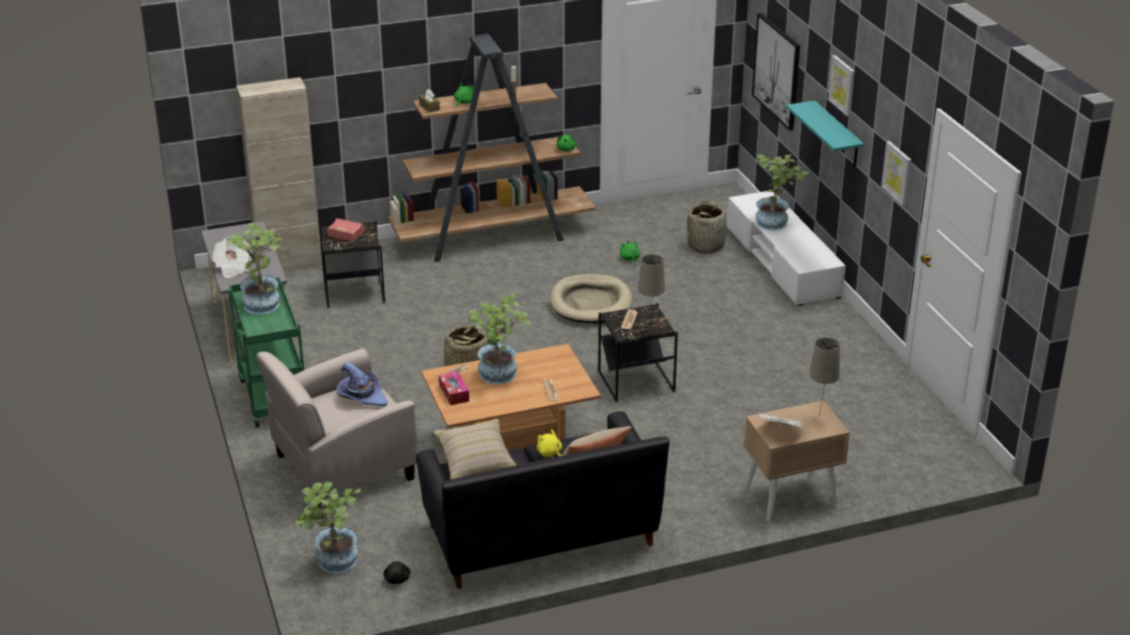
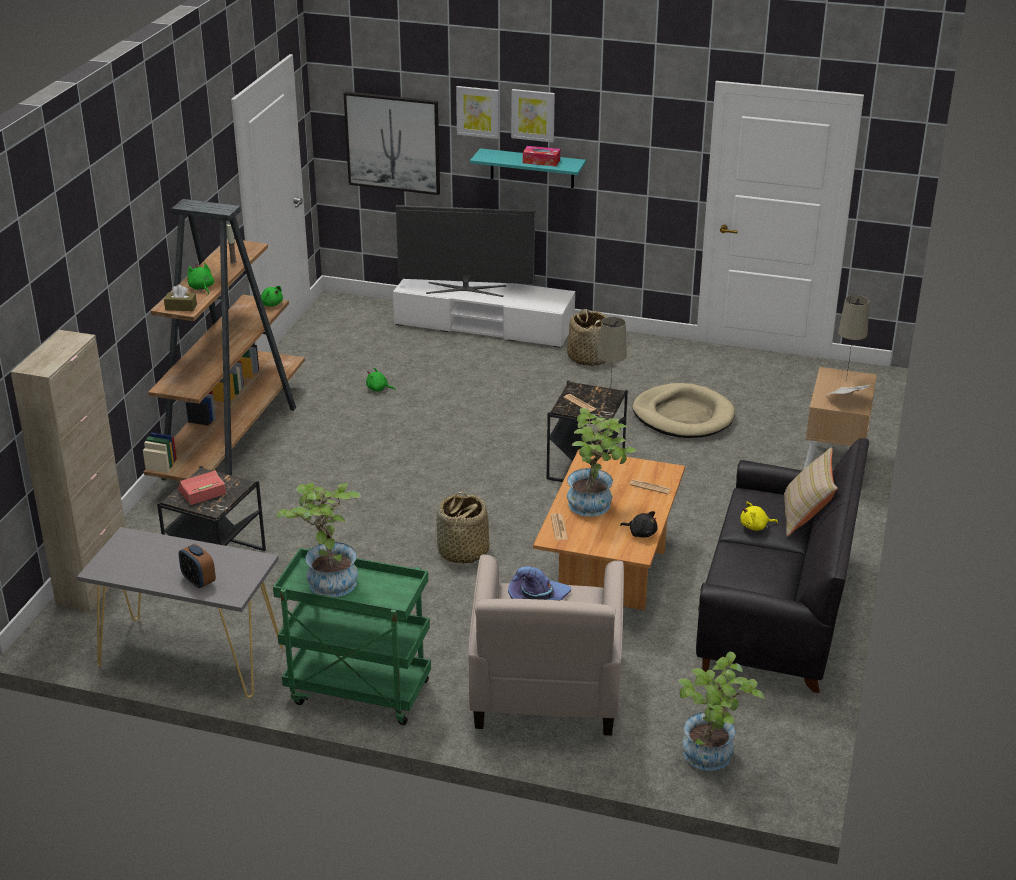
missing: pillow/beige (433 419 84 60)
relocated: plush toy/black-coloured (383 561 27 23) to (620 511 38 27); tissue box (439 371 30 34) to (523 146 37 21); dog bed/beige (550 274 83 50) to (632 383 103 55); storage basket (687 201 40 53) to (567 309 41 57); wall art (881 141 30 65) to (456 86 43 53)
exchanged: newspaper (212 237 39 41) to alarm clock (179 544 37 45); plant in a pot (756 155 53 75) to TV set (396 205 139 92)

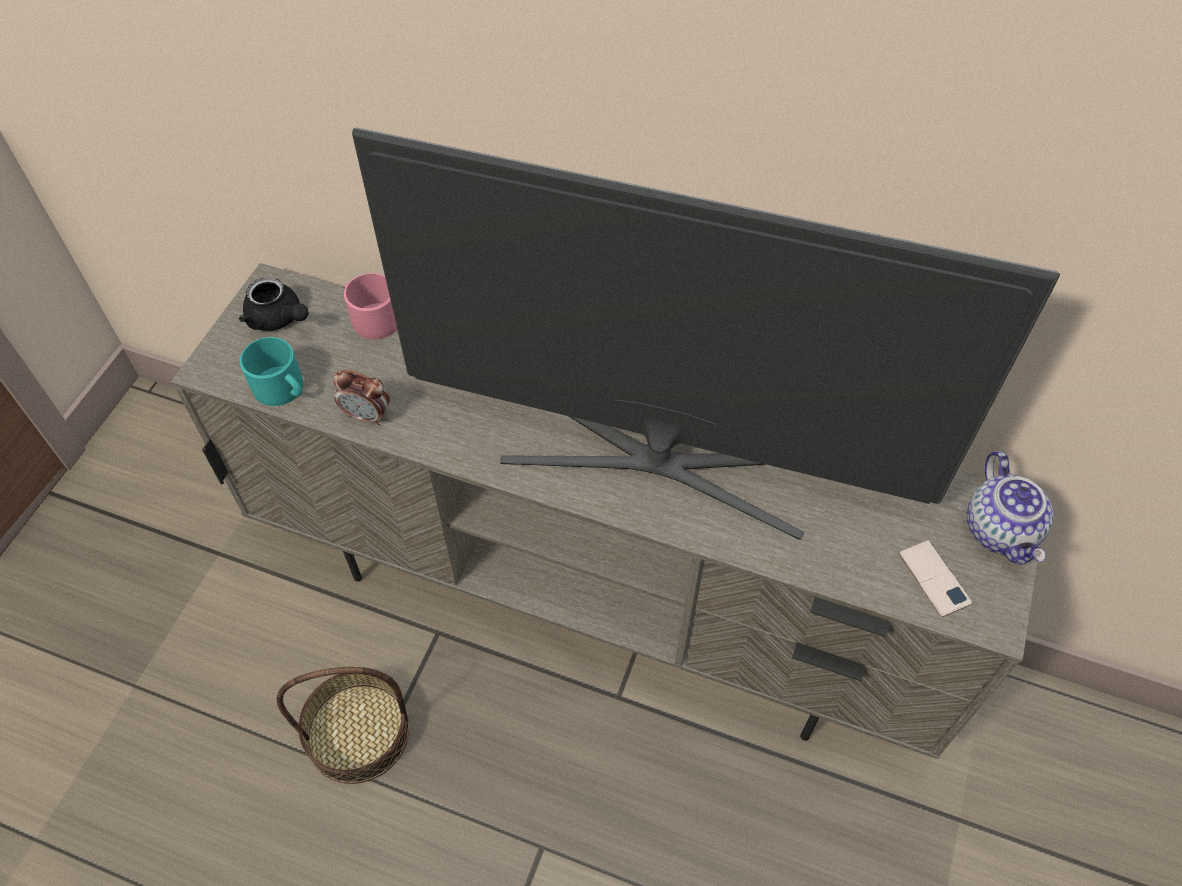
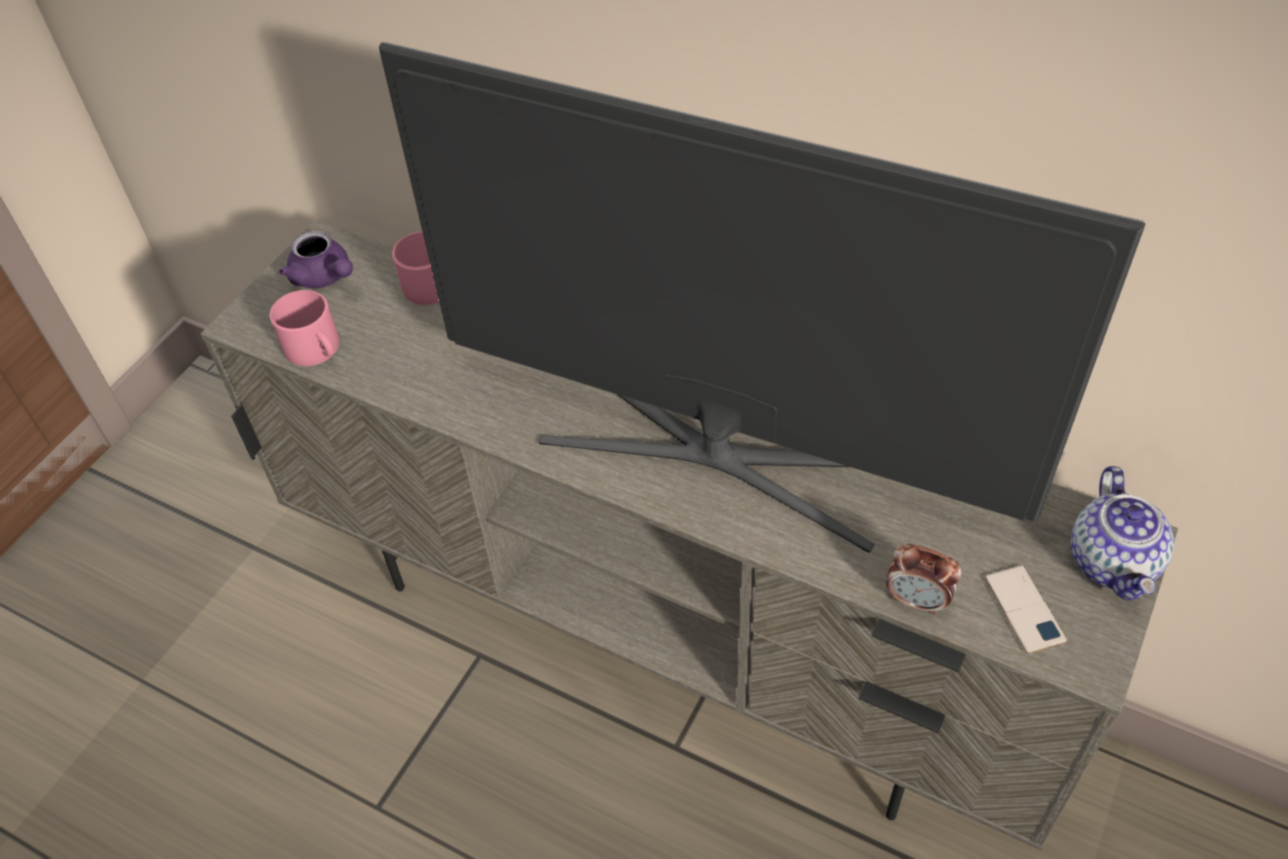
missing: storage basket (277 667 132 117)
relocated: alarm clock (333 370 57 55) to (886 544 76 71)
colour: pot for tea/black-coloured (239 277 70 54) to pot for tea/purple-coloured (279 231 74 57); coffee mug/turquoise (240 337 63 69) to coffee mug/pink-coloured (270 290 69 76)

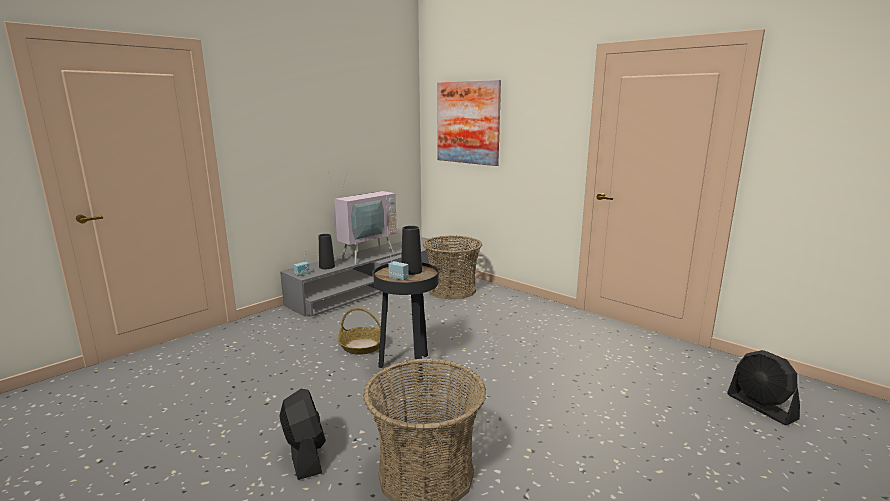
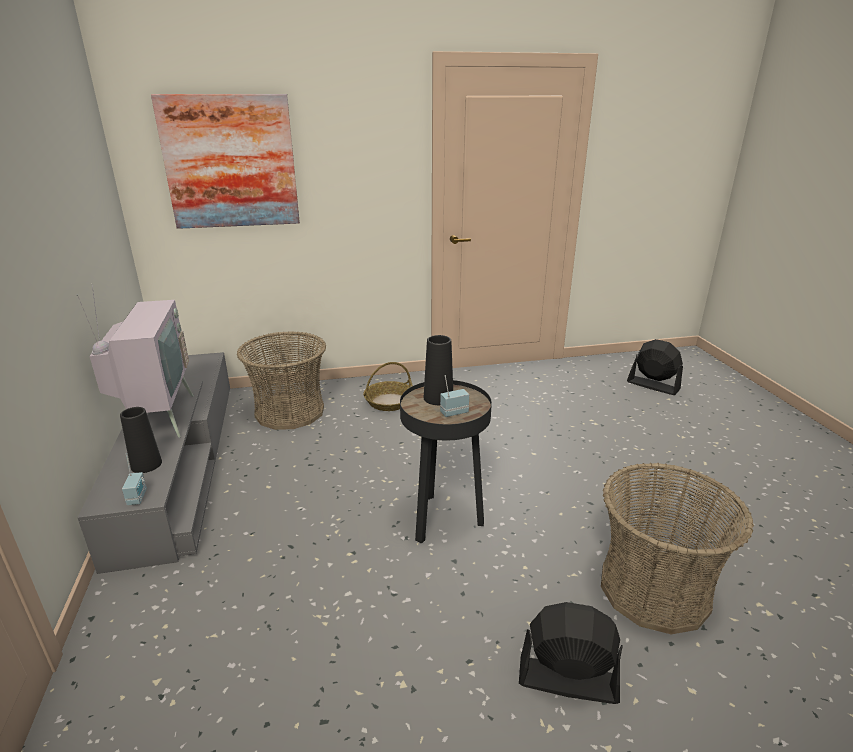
relocated: storage basket (338 308 48 47) to (363 362 50 49)
spun: fan/black-coloured (727 350 73 75) = (627 339 56 56) 150 degrees counterclockwise

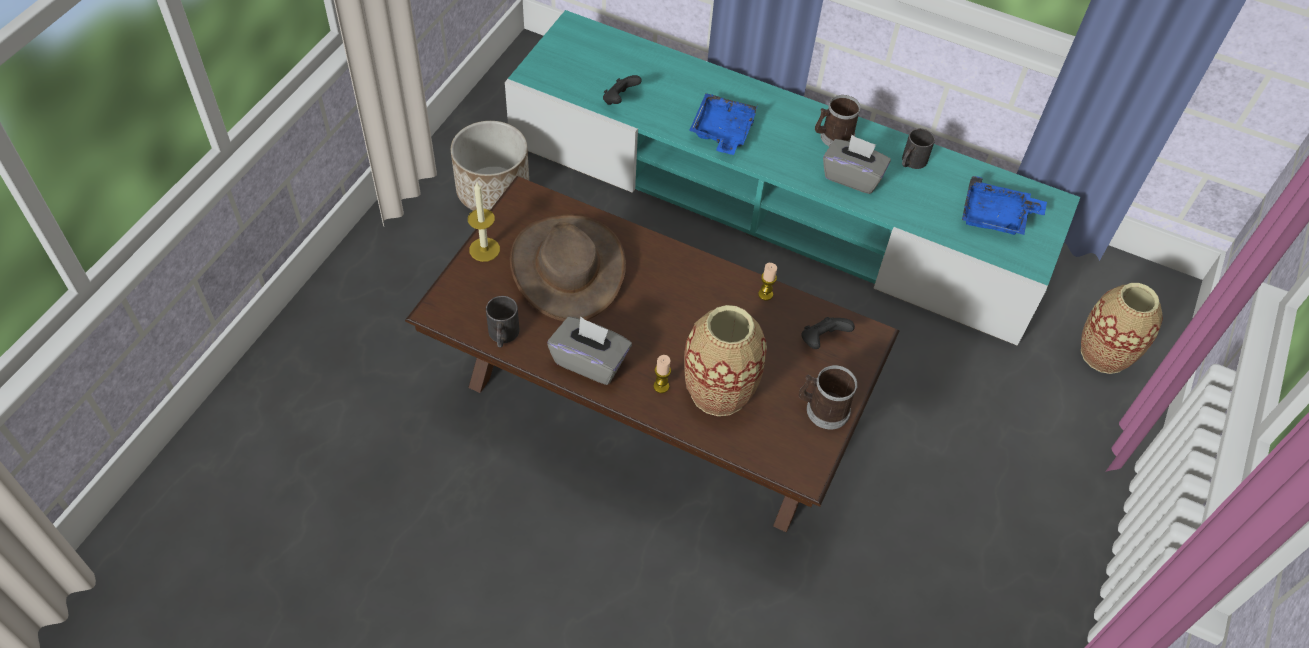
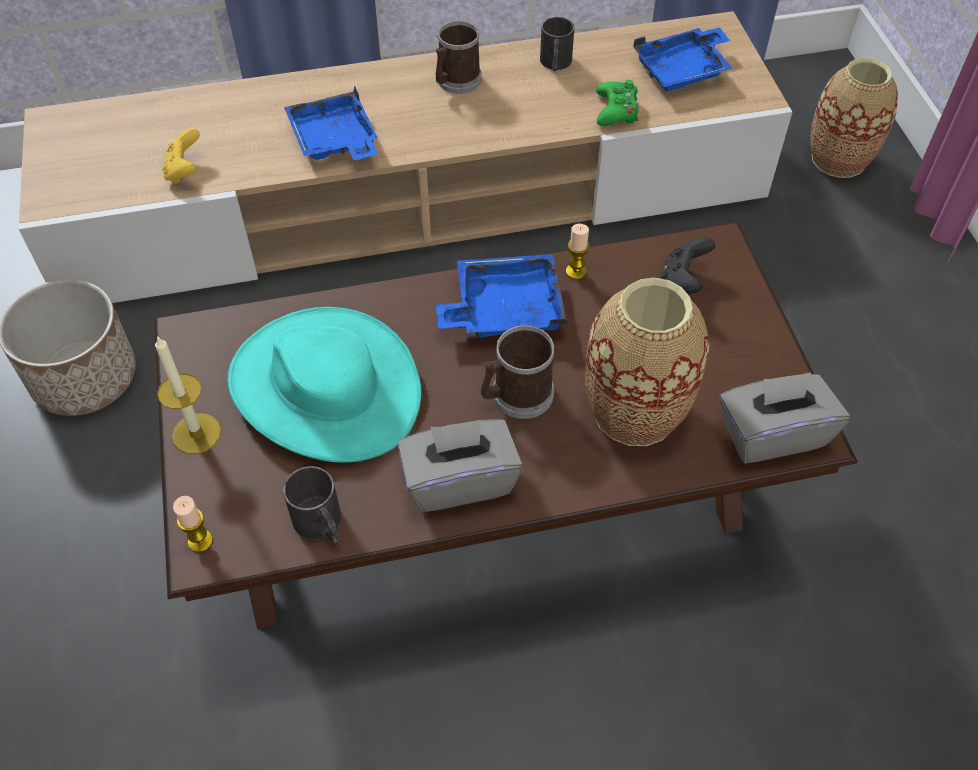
appeared: tray/bluish (436 254 131 84); game controller/green (596 80 43 46)
relocated: candle (653 355 18 38) to (173 496 40 57); coffee mug (799 365 59 64) to (481 325 73 94); tissue box/greyish (823 135 68 59) to (719 372 131 91)
colour: tv stand/turquoise (505 10 575 336) to tv stand/beige (19 11 773 292); wearable hat/brown (510 215 116 106) to wearable hat/turquoise (227 307 194 156); game controller/black-coloured (603 75 39 30) to game controller/yellow-coloured (162 128 38 56)

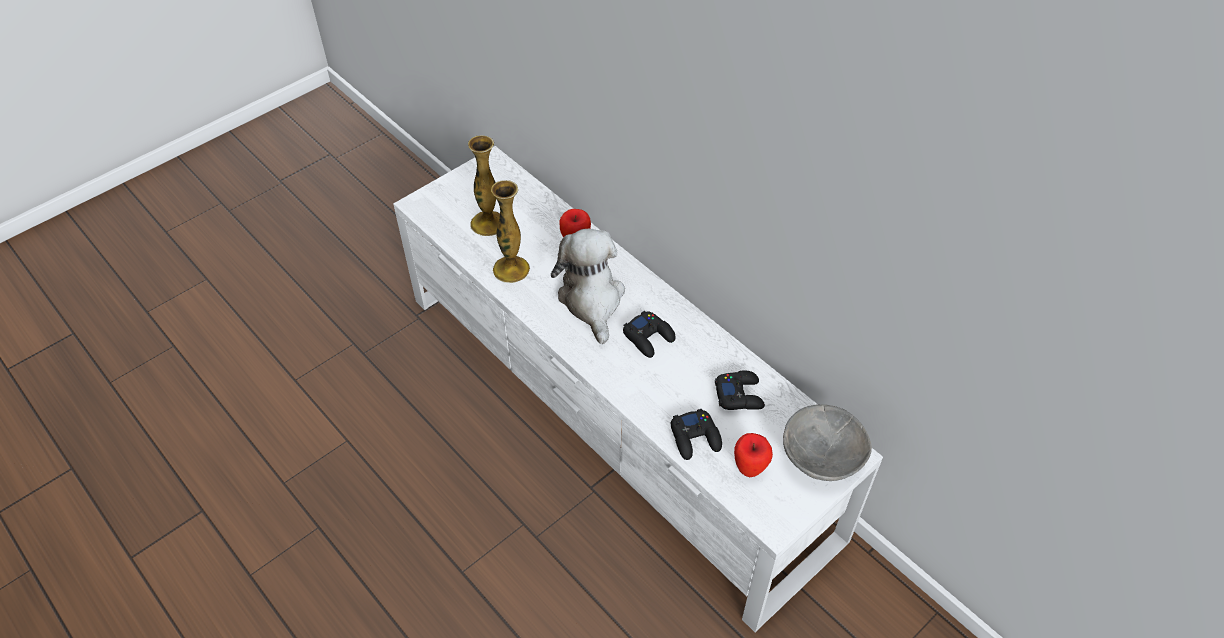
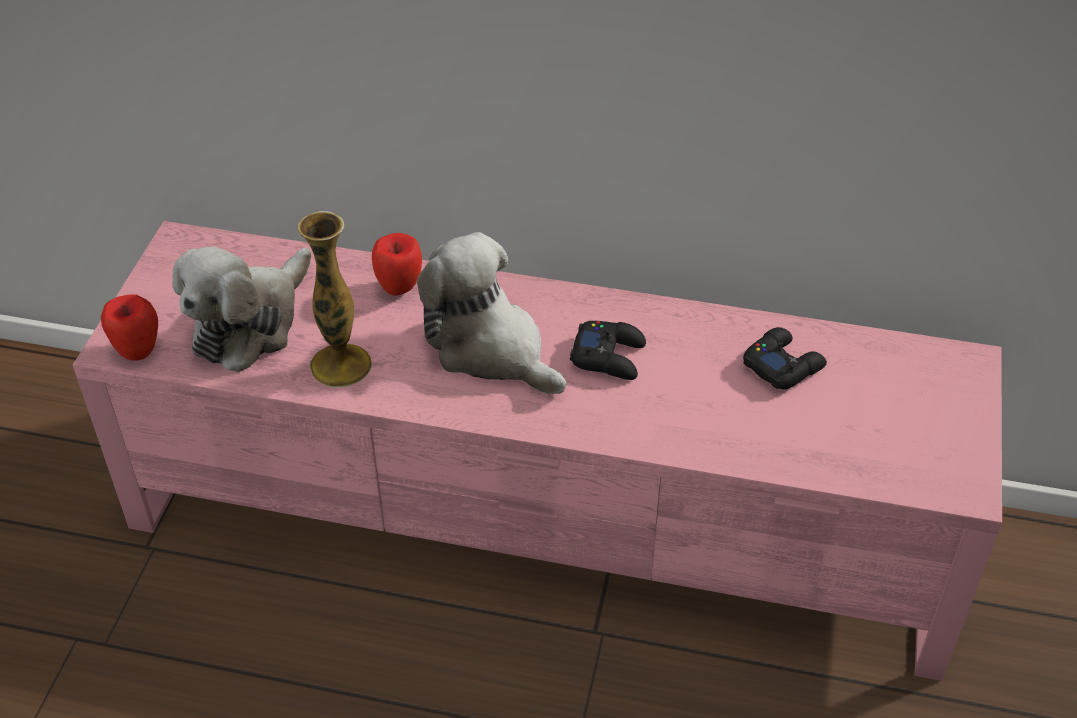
missing: game controller/black-coloured (671 409 51 51); bowl/greyish (783 404 89 77)
relocated: apple fruit (734 433 39 44) to (101 294 57 67)
exchanged: vase (468 135 32 101) to plush toy (172 246 140 127)
colour: tv stand/whitish (393 146 490 486) to tv stand/pink-coloured (73 221 929 460)

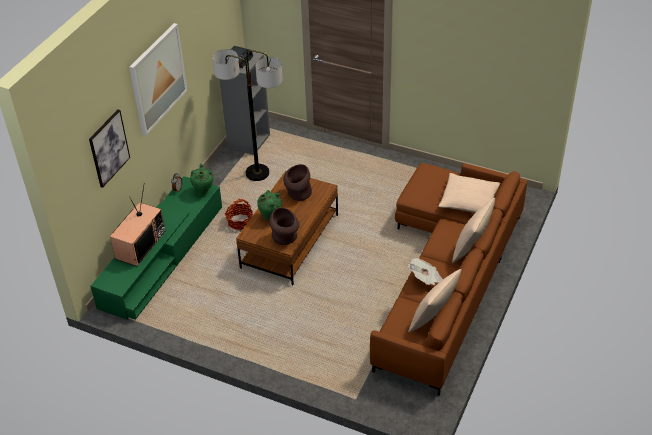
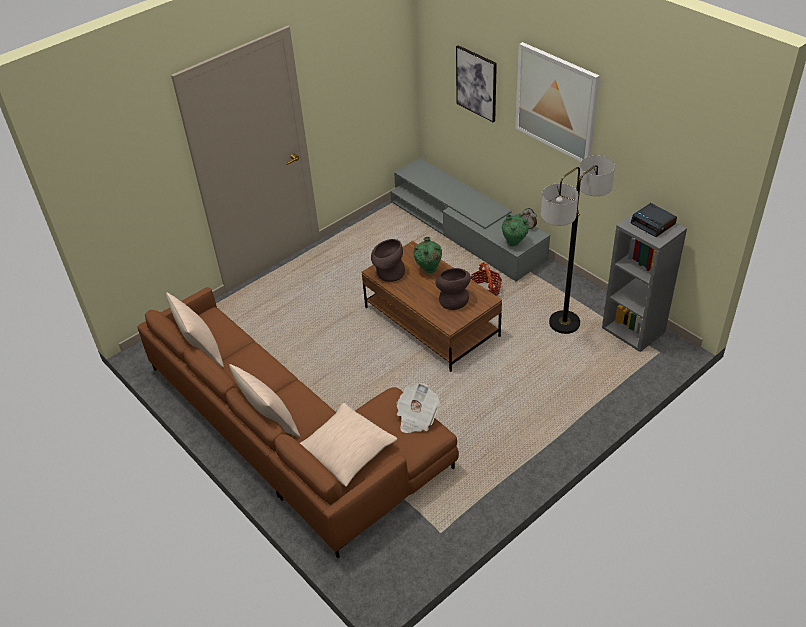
missing: TV set (110 183 56 83)
relocated: newspaper (408 258 35 27) to (396 383 44 50)
colour: tv stand/green (90 176 132 144) to tv stand/greyish (390 158 160 123)

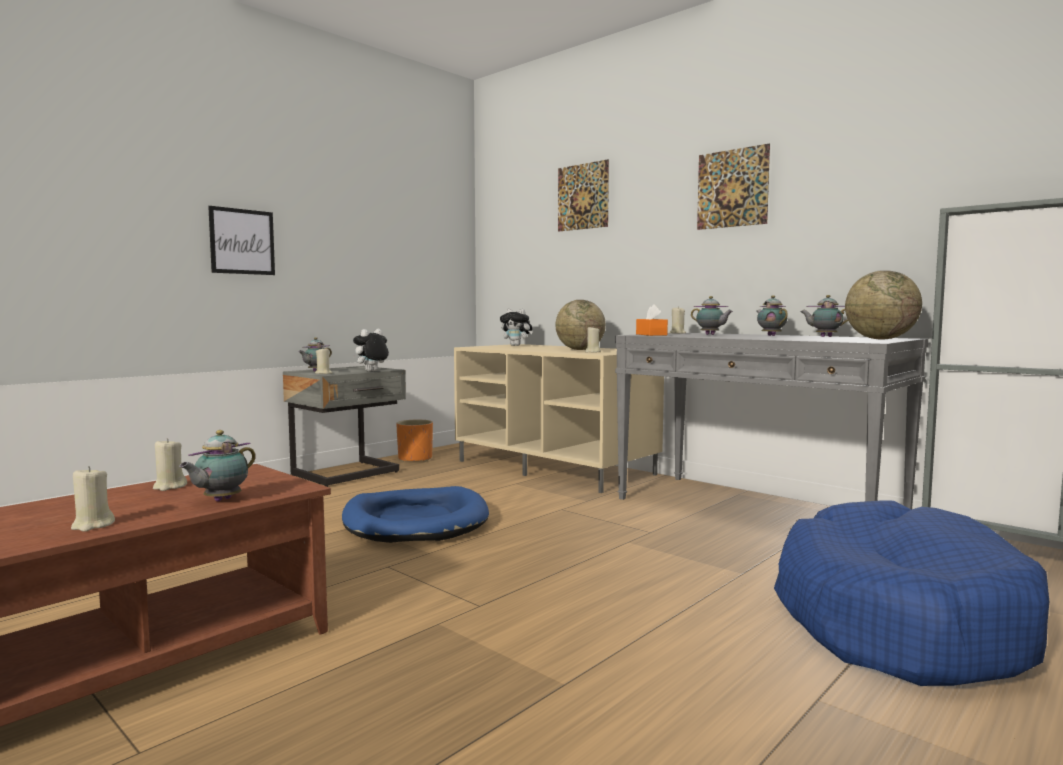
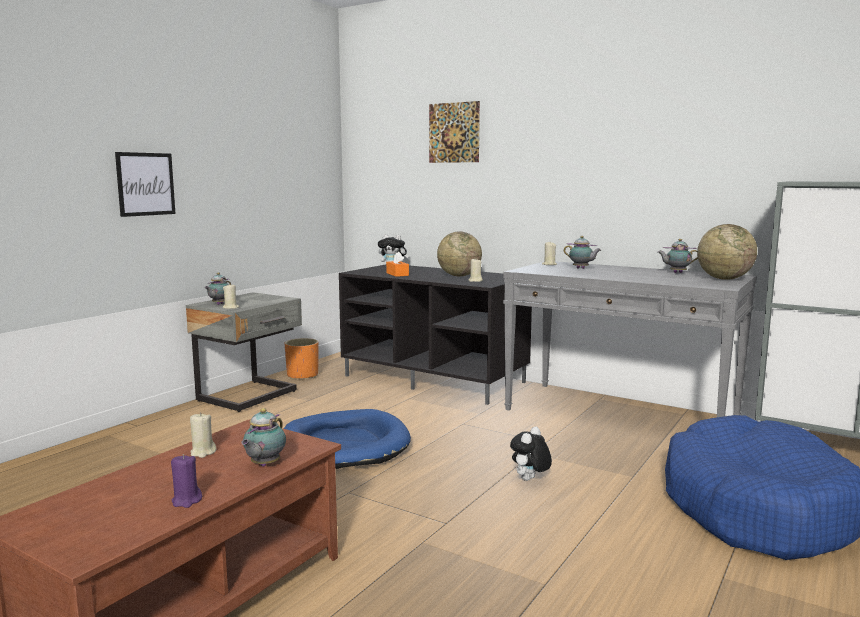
missing: wall art (697 144 73 86); pot for tea (756 295 32 41)
relocated: plush toy (352 329 37 43) to (510 427 42 54); tissue box/orangey (636 304 32 32) to (386 252 23 25)
colour: candle/beige (71 466 44 66) to candle/purple-coloured (171 454 31 54); tv stand/beige (454 344 210 149) to tv stand/black-coloured (339 264 193 141)

